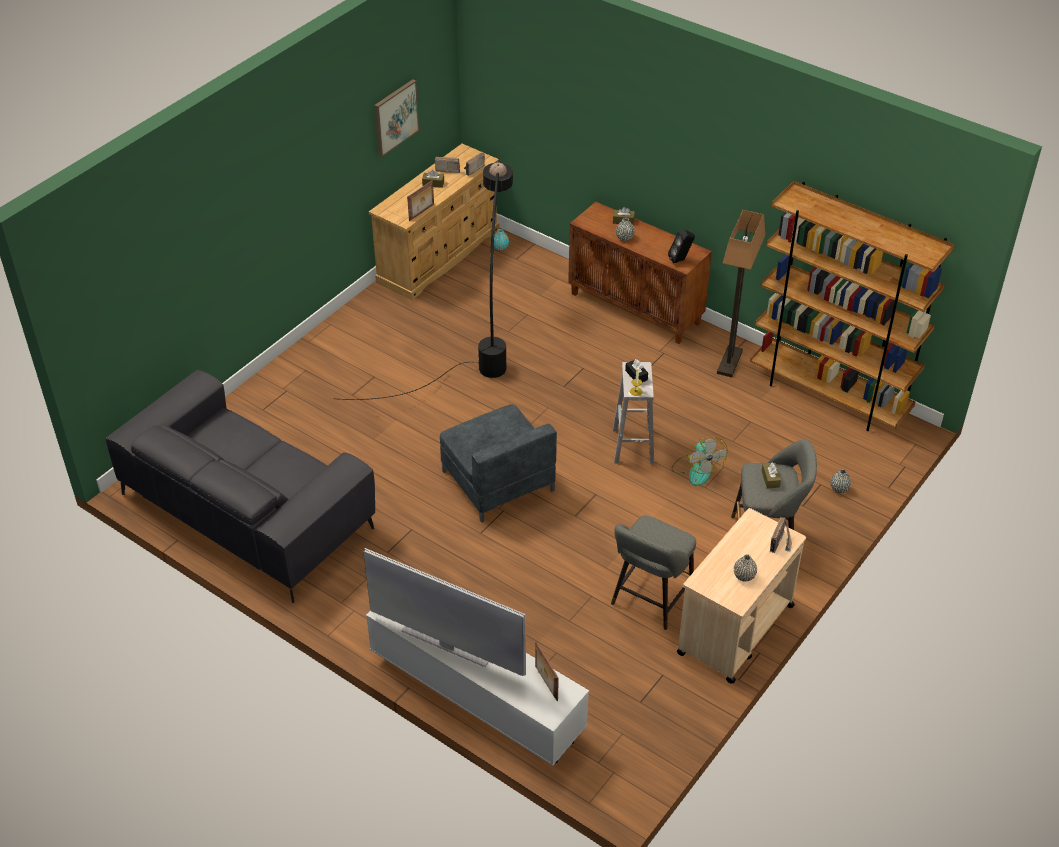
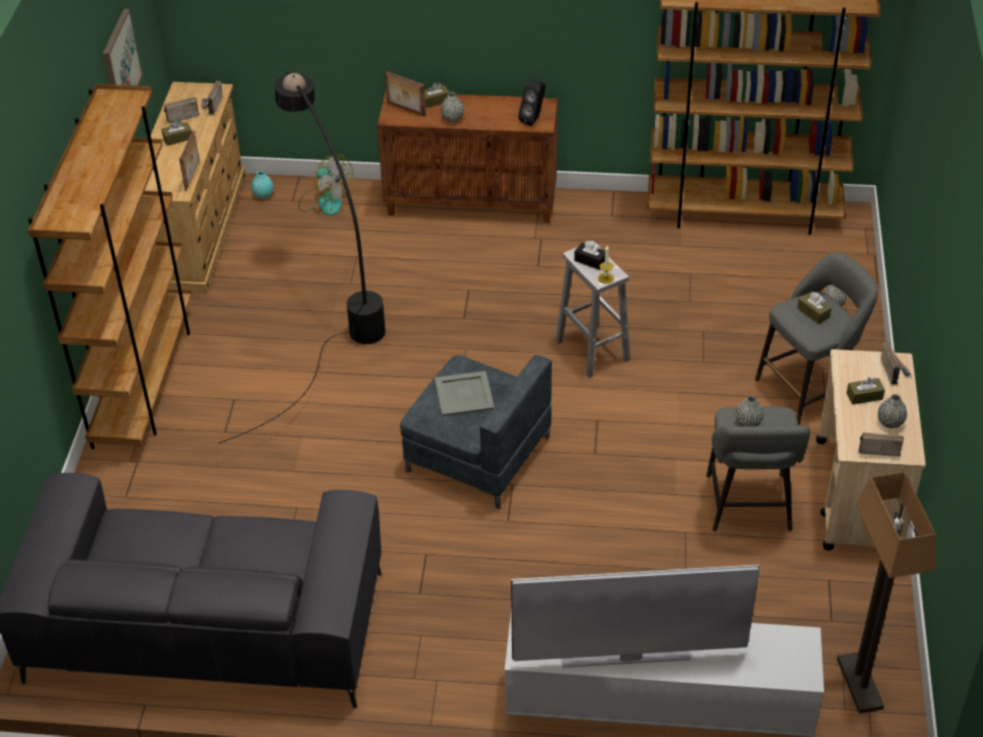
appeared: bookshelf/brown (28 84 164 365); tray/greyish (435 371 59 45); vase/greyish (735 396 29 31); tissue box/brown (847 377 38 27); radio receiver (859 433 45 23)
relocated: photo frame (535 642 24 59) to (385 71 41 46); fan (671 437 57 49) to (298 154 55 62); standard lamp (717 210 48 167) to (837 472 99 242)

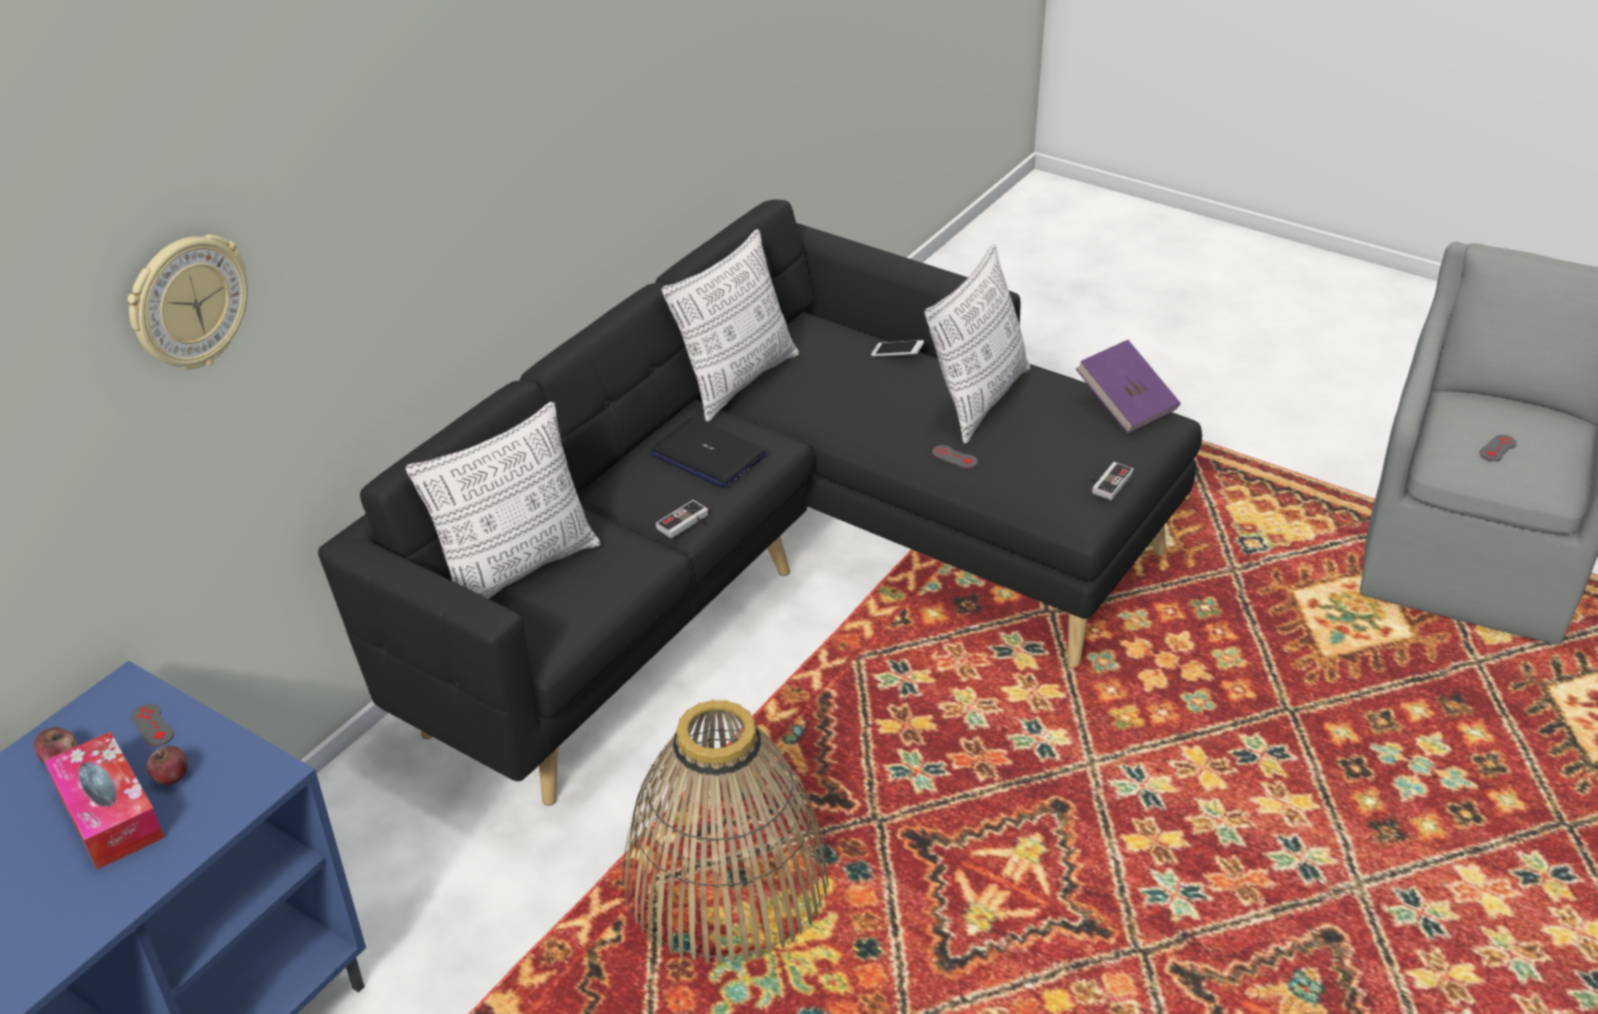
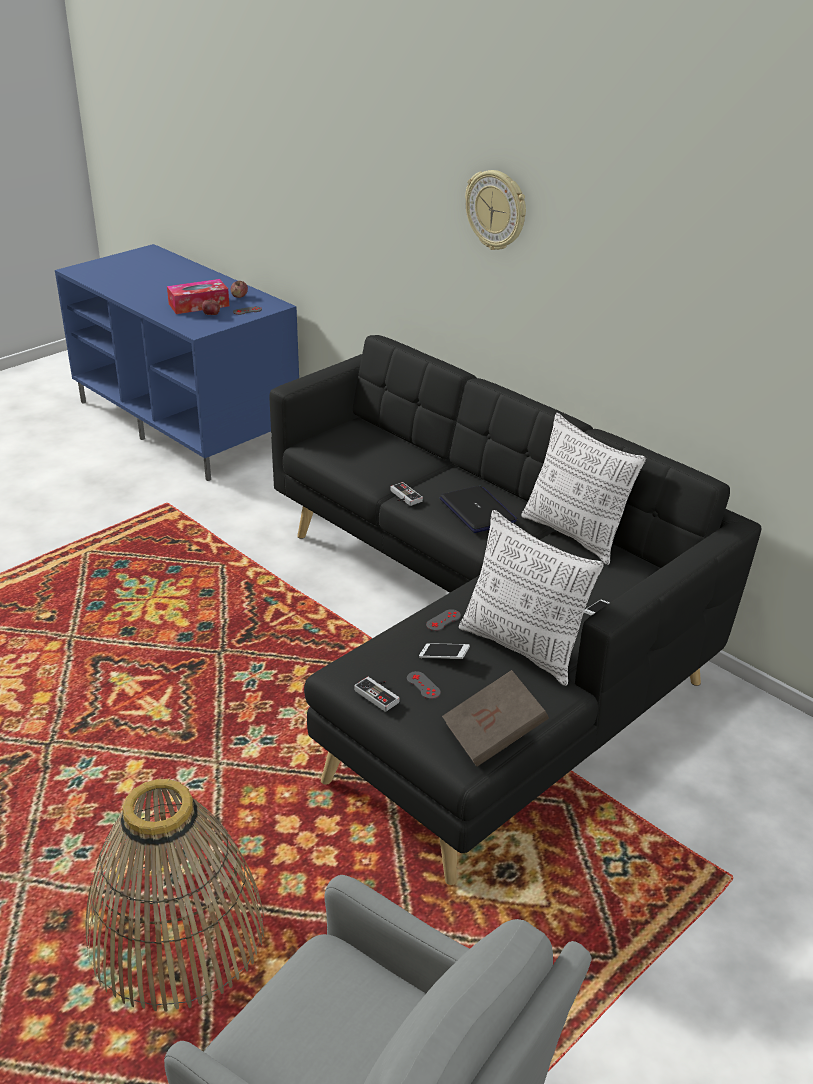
missing: pillow (406 402 194 197)
appeared: handset (419 643 51 16)
relocated: hanging clock (128 234 120 135) to (465 170 61 80); storage basket (623 700 206 265) to (85 779 179 232); game controller/greyish (1480 435 37 26) to (407 671 34 28)
colour: volume/purple-coloured (1076 340 105 94) to volume/brown (442 670 107 97)
spun: portable computer (650 417 116 71) = (439 486 79 47) 105 degrees clockwise

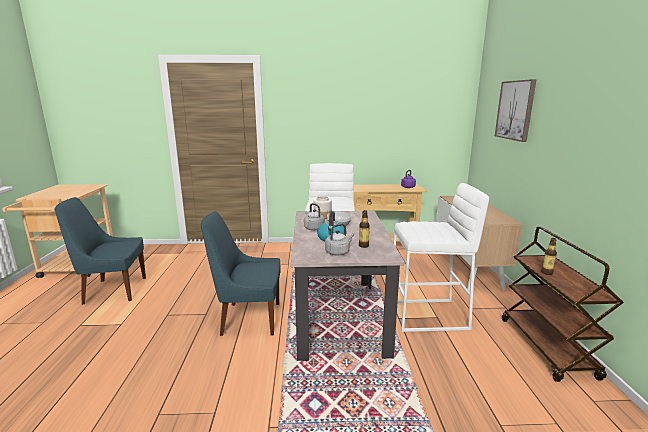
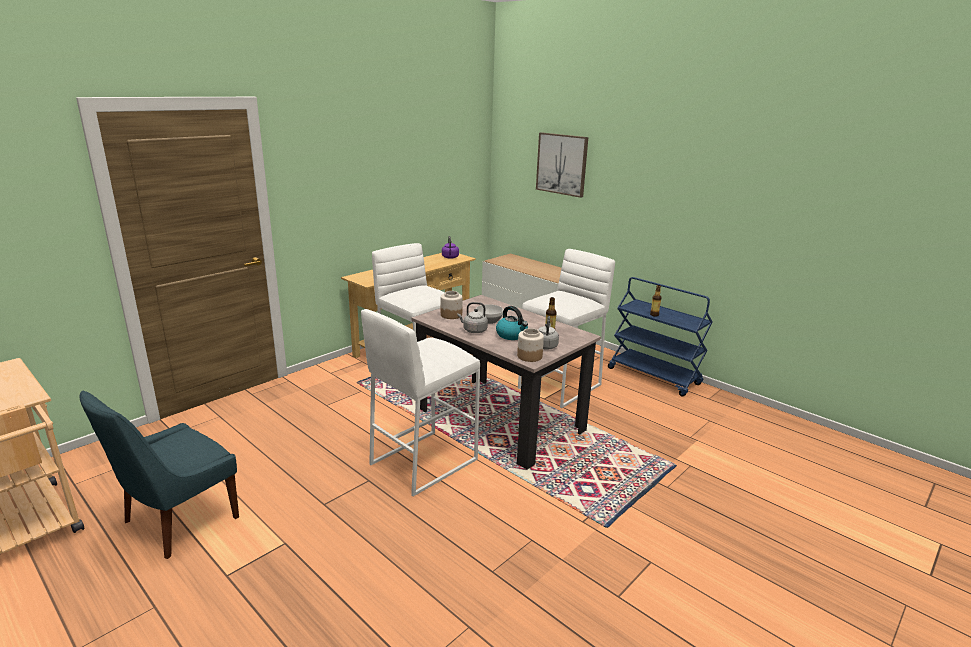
appeared: storage jar (517 328 27 34)
exchanged: chair/bluish (201 211 80 125) to sitting stool/whitish (361 309 119 187)
colour: trolley/brown (502 227 122 155) to trolley/bluish (608 277 105 120)

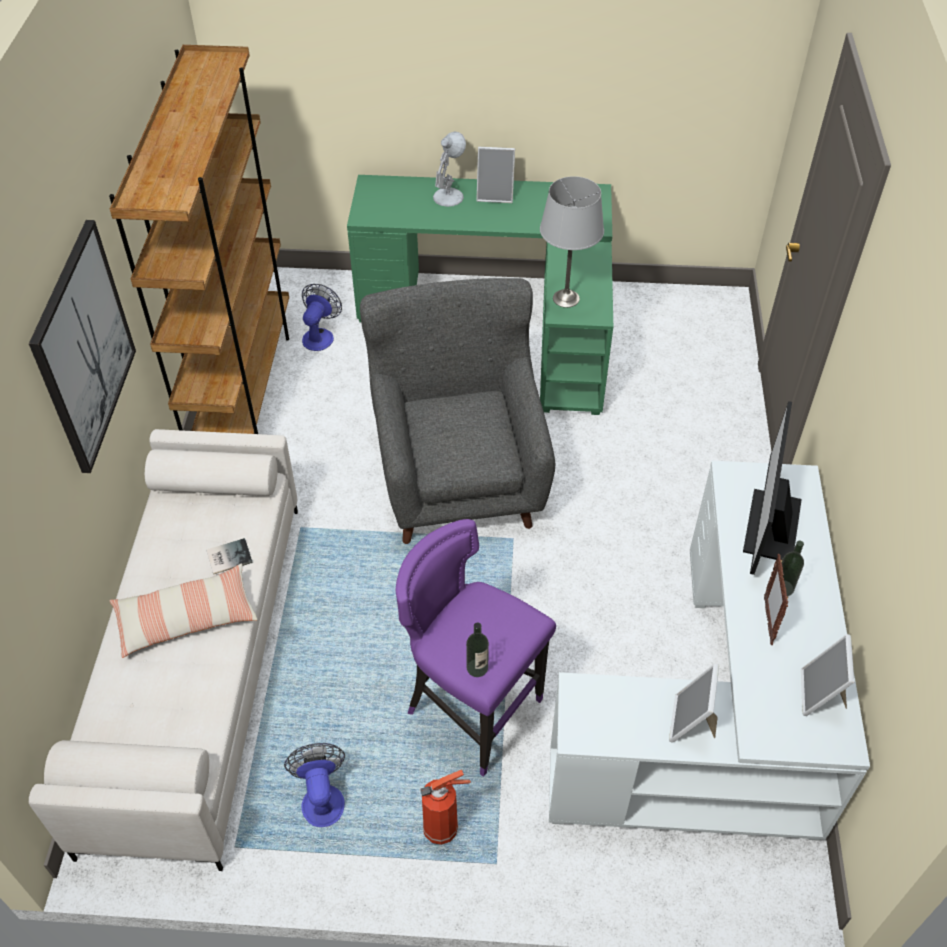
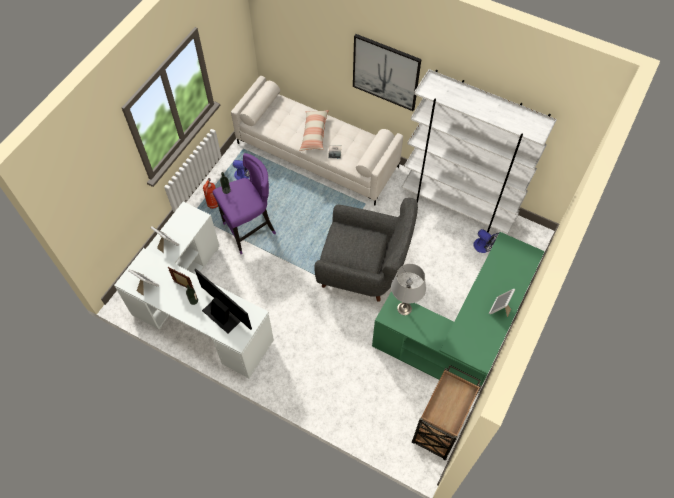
missing: lamp for a table/whitish (433 132 33 75)
appeared: trolley/brown (412 365 69 95)
colour: bookshelf/brown (109 45 180 389) to bookshelf/whitish (402 69 155 165)

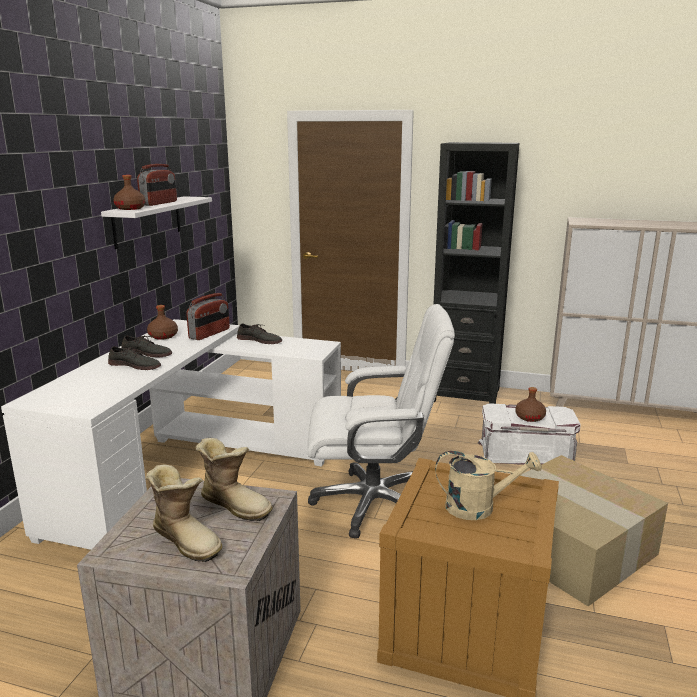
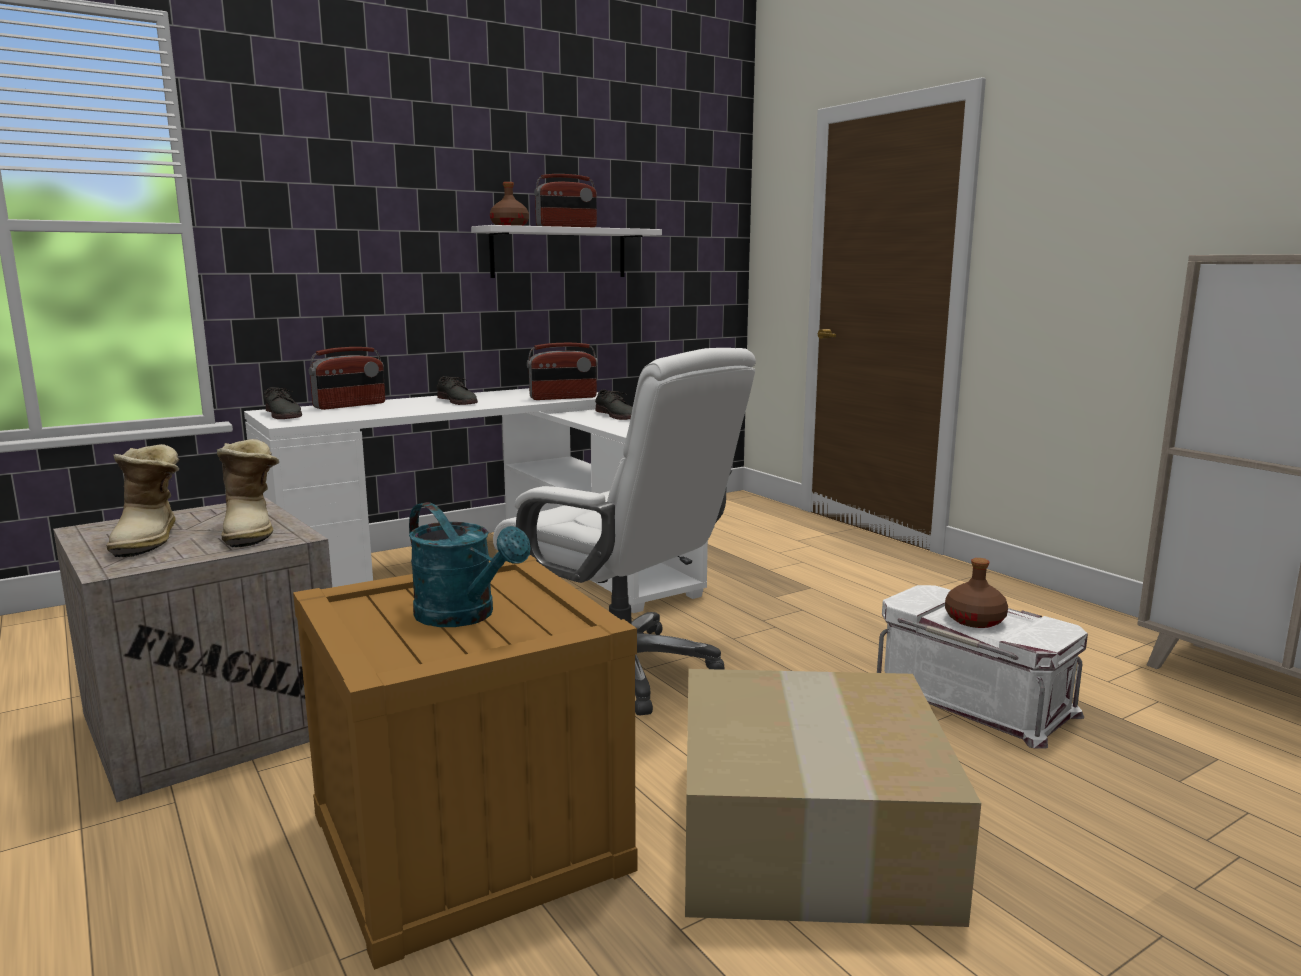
missing: drink bottle/brown (147 305 31 35); bookshelf/black-coloured (434 142 85 262)
appeared: radio receiver (309 347 76 63)
relocated: shoe/greyish (108 346 53 24) to (264 387 38 32)
colour: watering can/beige (435 451 107 69) to watering can/turquoise (409 502 122 125)

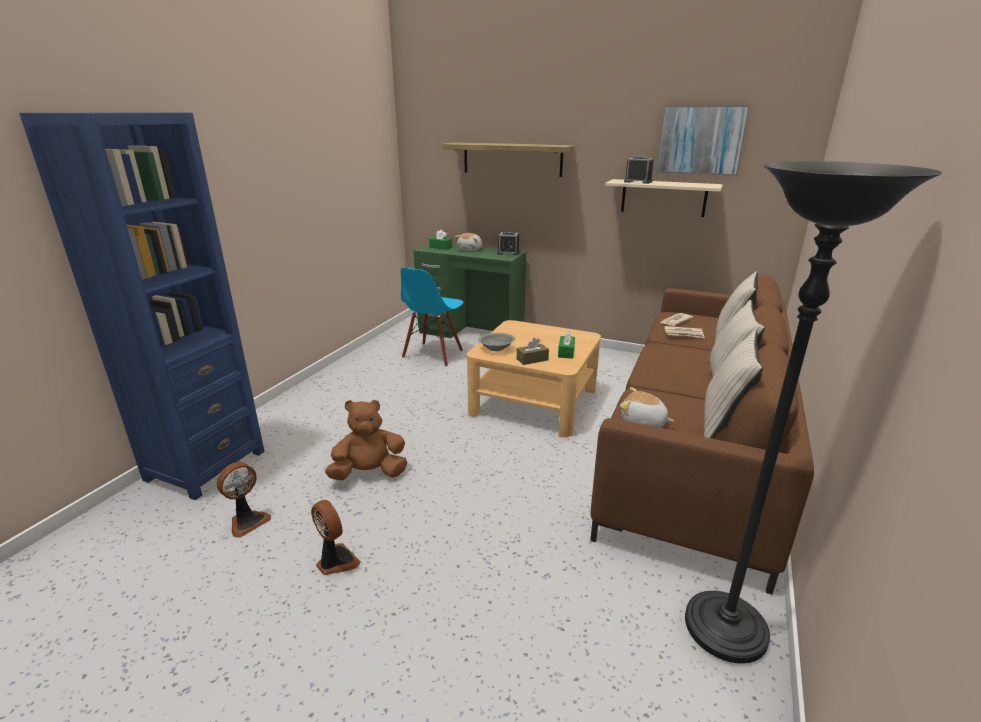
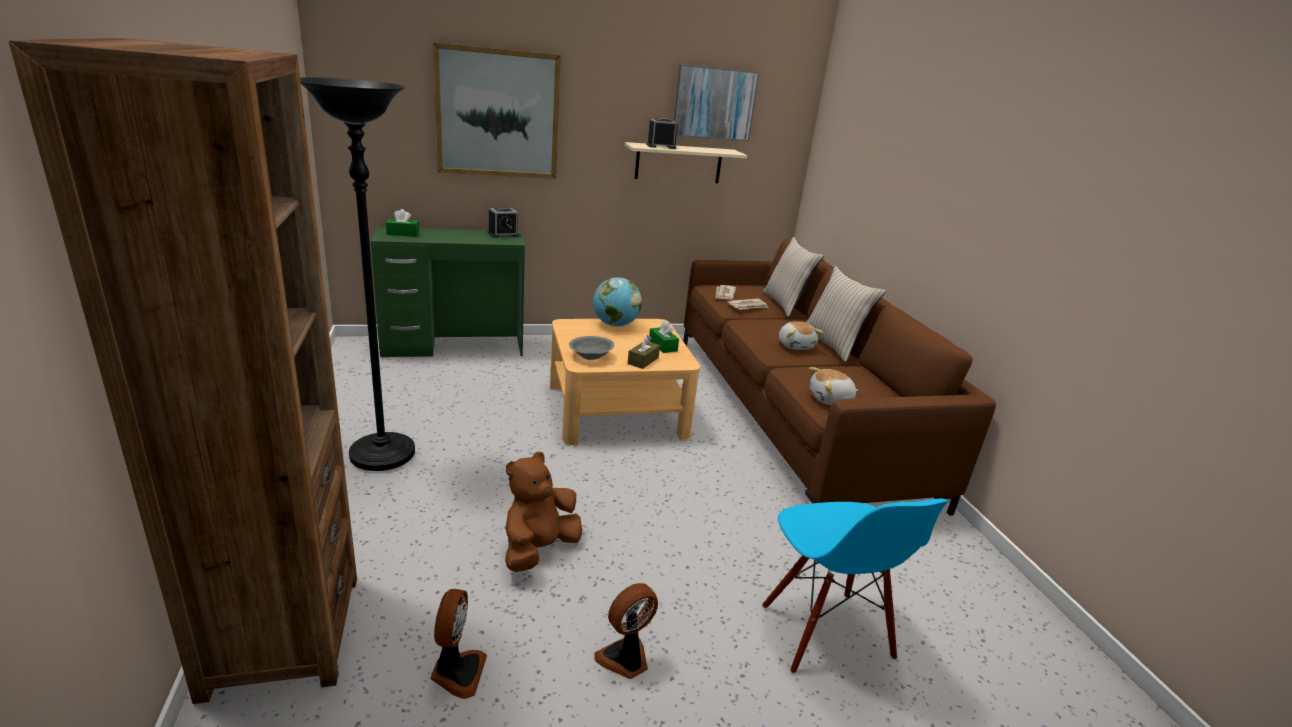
missing: pillow/beige (704 330 59 109)
appeared: world globe (593 277 49 49)
relocated: chair/bluish (400 268 64 99) to (762 498 186 176); plush toy (455 233 27 18) to (779 321 45 29); standard lamp/black-coloured (685 161 257 503) to (300 77 115 394)
exchanged: shelf (442 142 133 35) to wall art (433 42 128 137)
colour: bookshelf/bluish (19 112 246 388) to bookshelf/brown (9 38 348 666)
spun: fan (311 500 50 75) = (594 583 64 96) 45 degrees counterclockwise

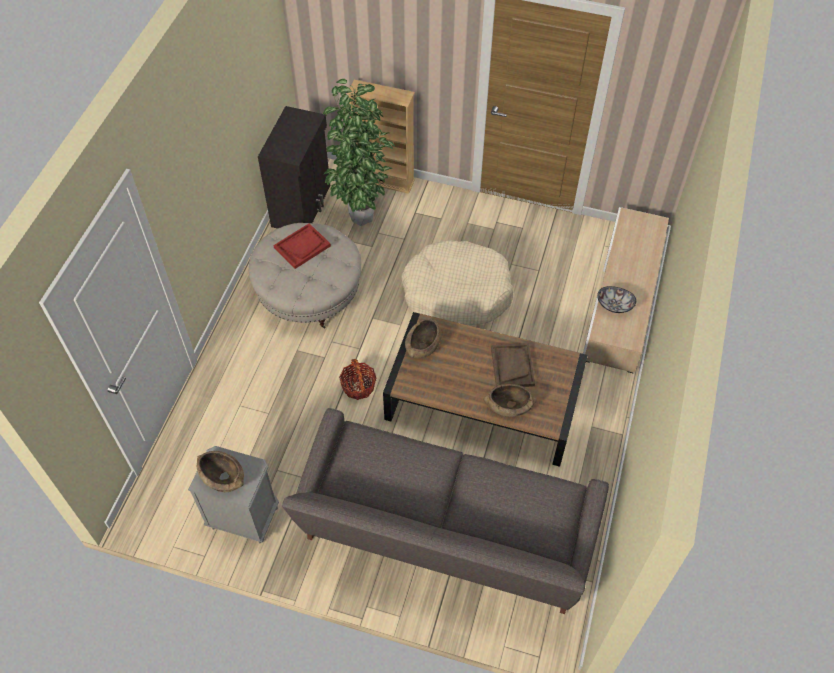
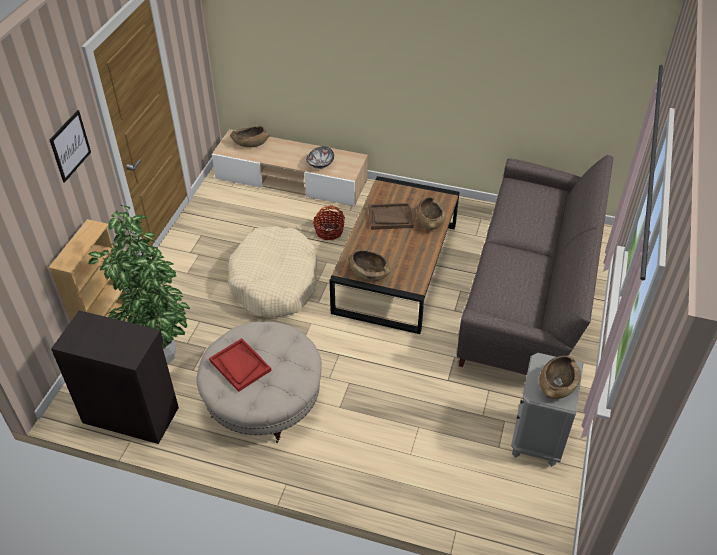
appeared: wall art (50 110 41 72); bowl/brown (230 126 40 22)
relocated: storage basket (339 359 38 41) to (313 205 32 35)

